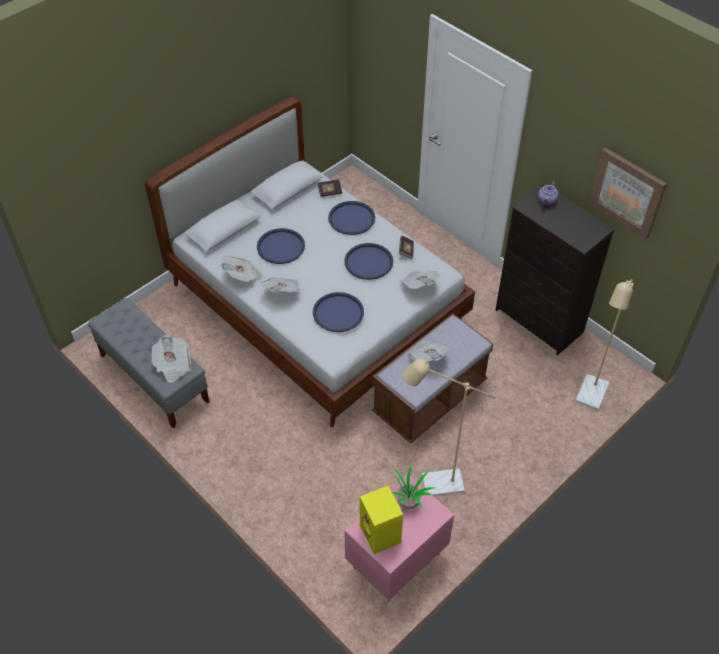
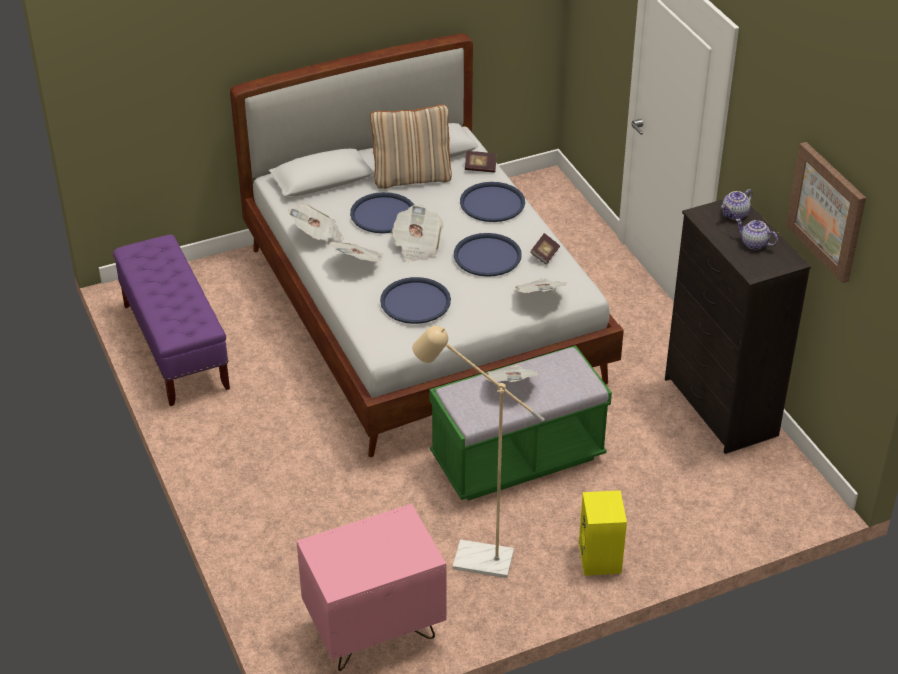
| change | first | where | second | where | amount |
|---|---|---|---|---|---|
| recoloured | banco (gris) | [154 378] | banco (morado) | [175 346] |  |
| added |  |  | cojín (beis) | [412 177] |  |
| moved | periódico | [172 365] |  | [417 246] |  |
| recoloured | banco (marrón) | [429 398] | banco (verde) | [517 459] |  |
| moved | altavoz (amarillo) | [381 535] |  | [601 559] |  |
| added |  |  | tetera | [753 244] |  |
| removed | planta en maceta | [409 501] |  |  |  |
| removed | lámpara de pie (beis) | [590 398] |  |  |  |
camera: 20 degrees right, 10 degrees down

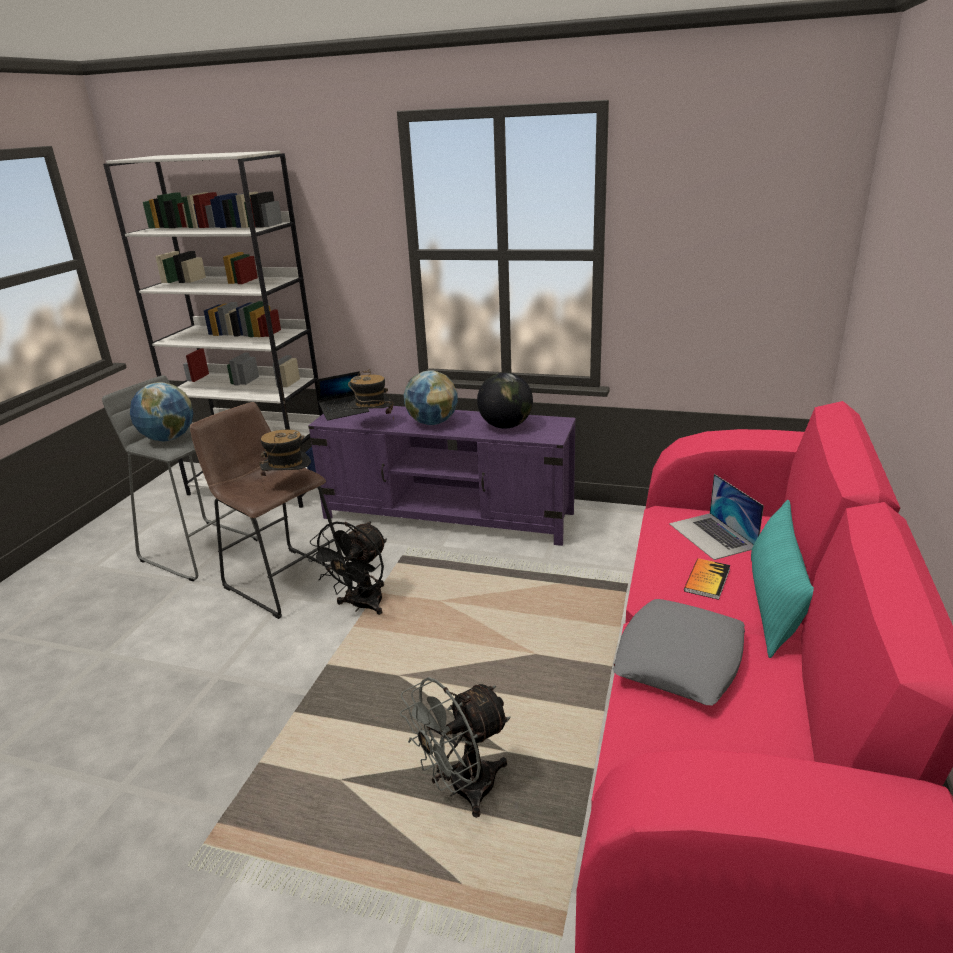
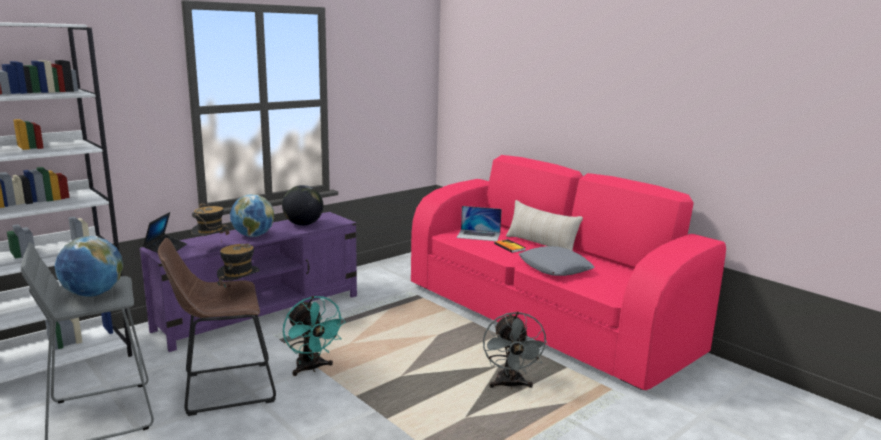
| change | first | where | second | where | amount |
|---|---|---|---|---|---|
| recoloured | ventilador (negro) | [361 606] | ventilador (turquesa) | [311 368] |  |
| recoloured | cojín (turquesa) | [773 605] | cojín (beis) | [541 244] |  |
camera: 60 degrees left, 10 degrees down

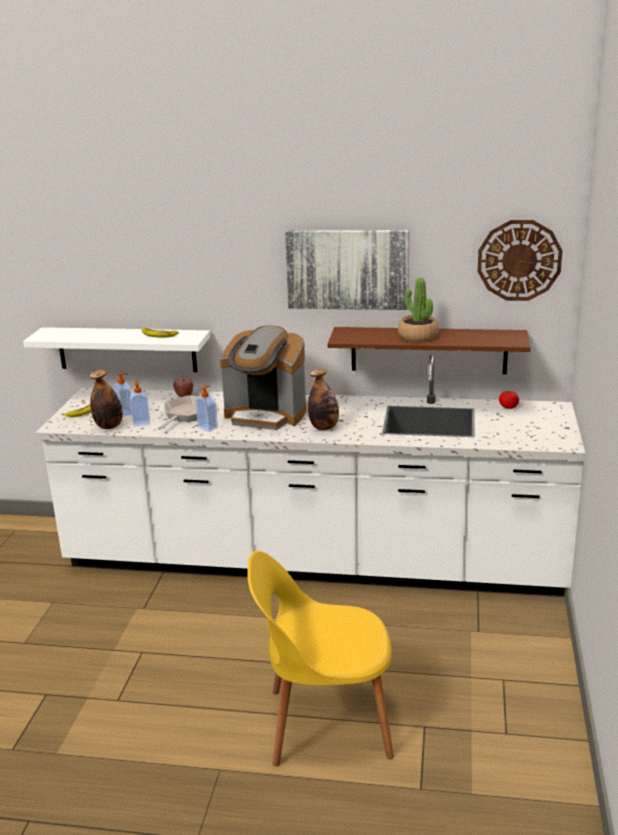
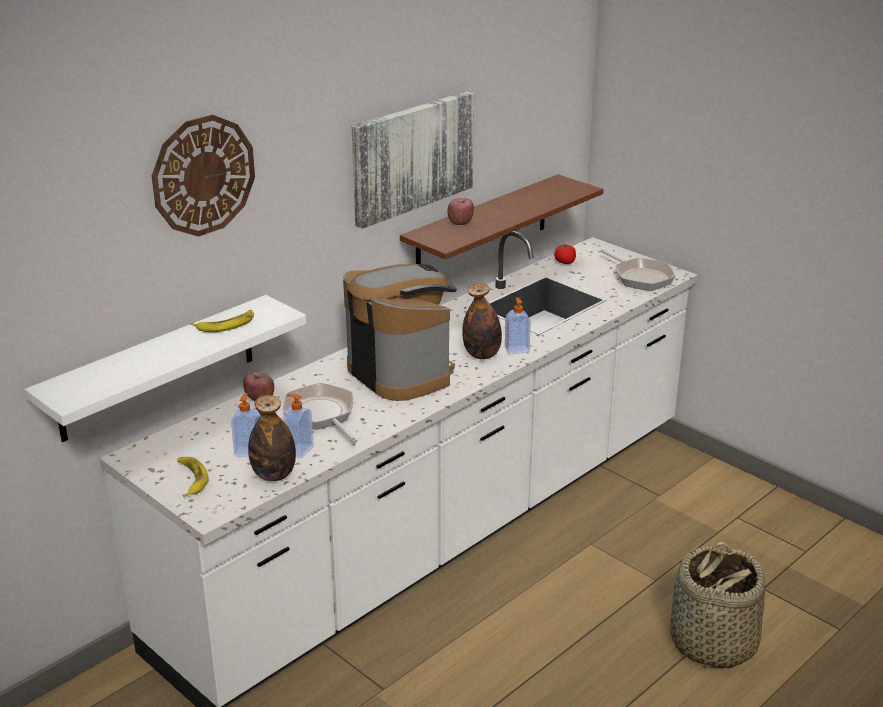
| change | first | where | second | where | amount |
|---|---|---|---|---|---|
| moved | reloj de pared | [519 260] |  | [203 175] |  |
| turned | cafetera | [266 415] |  | [401 372] | 90 degrees counterclockwise |
| added |  |  | manzana | [460 222] |  |
| moved | dispensador de jabón | [208 427] |  | [516 349] |  |
| added |  |  | sartén | [640 277] |  |
| replaced | silla (amarillo) | [325 723] | cesta | [711 643] |  |
| removed | planta en maceta | [418 336] |  |  |  |
camera: 55 degrees left, 5 degrees up

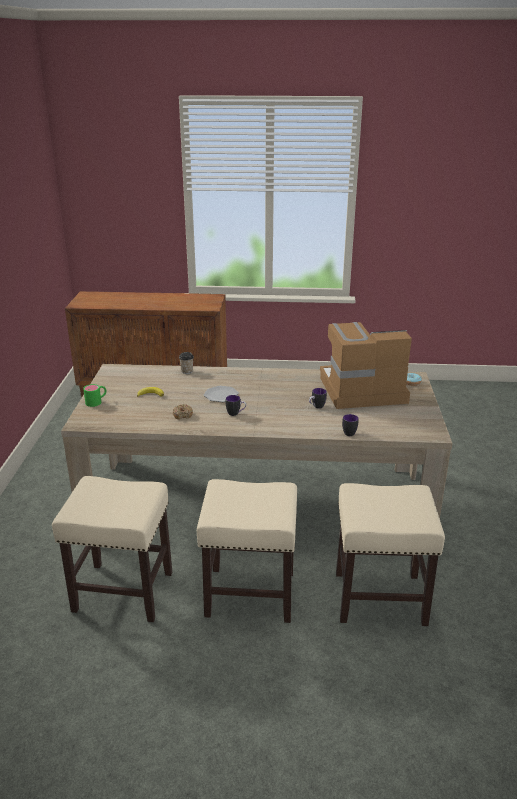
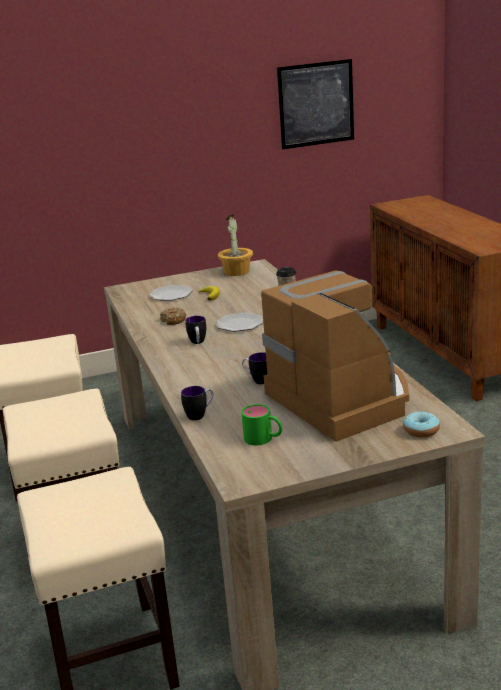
| change | first | where | second | where | amount |
|---|---|---|---|---|---|
| added |  |  | plato | [171 295] |  |
| added |  |  | planta en maceta | [237 272] |  |
| moved | taza grande (verde) | [96 401] |  | [264 439] |  |
| added |  |  | cuadro | [316 104] |  |
camera: 70 degrees right, 5 degrees down

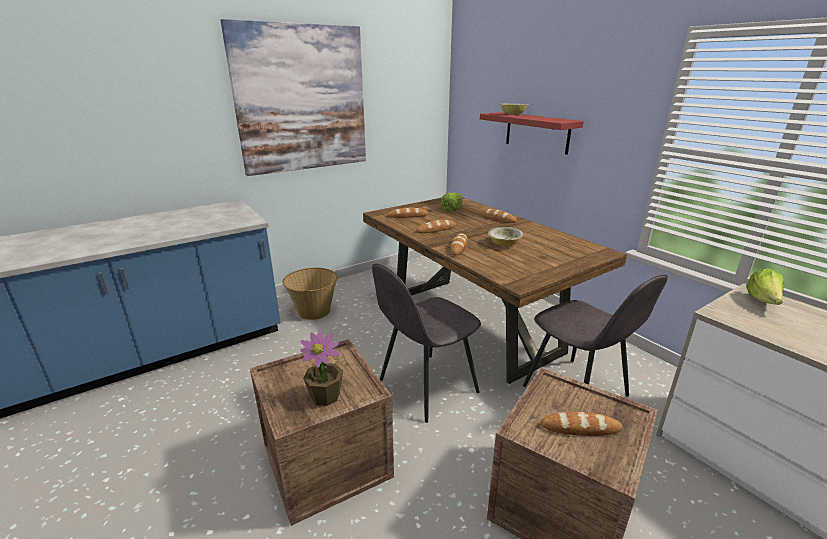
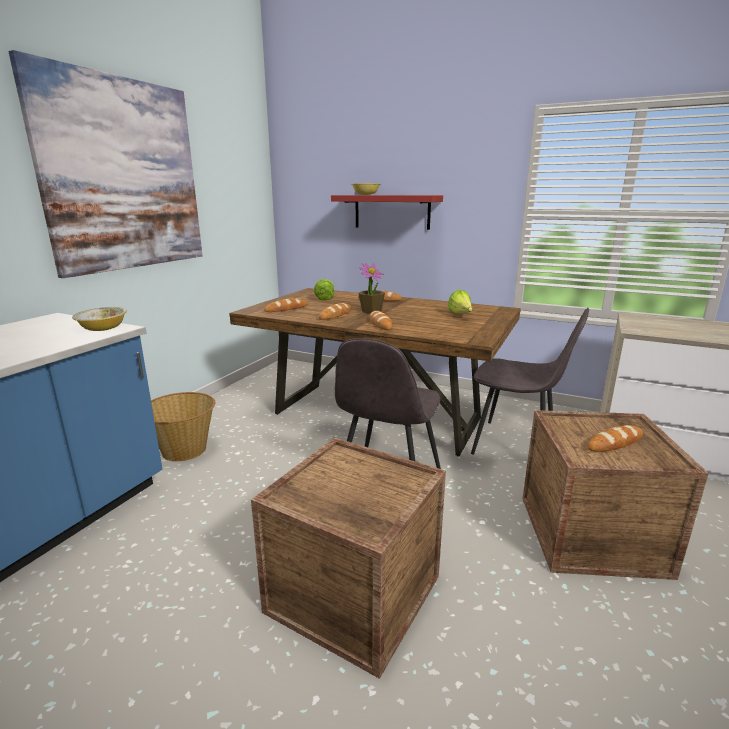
| change | first | where | second | where | amount |
|---|---|---|---|---|---|
| moved | cuenco | [504 244] |  | [103 329] |  |
| moved | planta en maceta | [326 396] |  | [371 311] |  |
| moved | lechuga | [763 301] |  | [461 315] |  |
camera: 30 degrees left, 5 degrees down

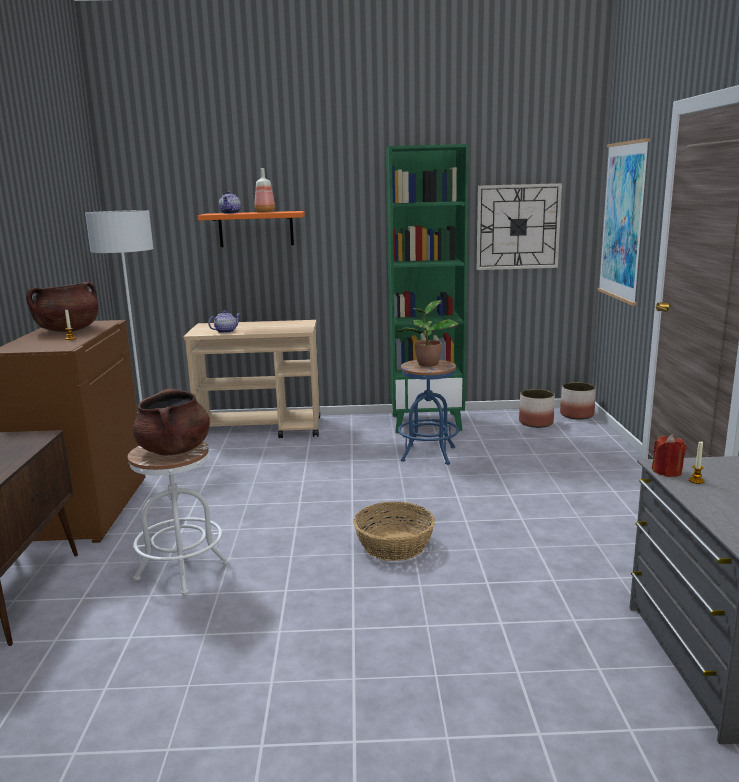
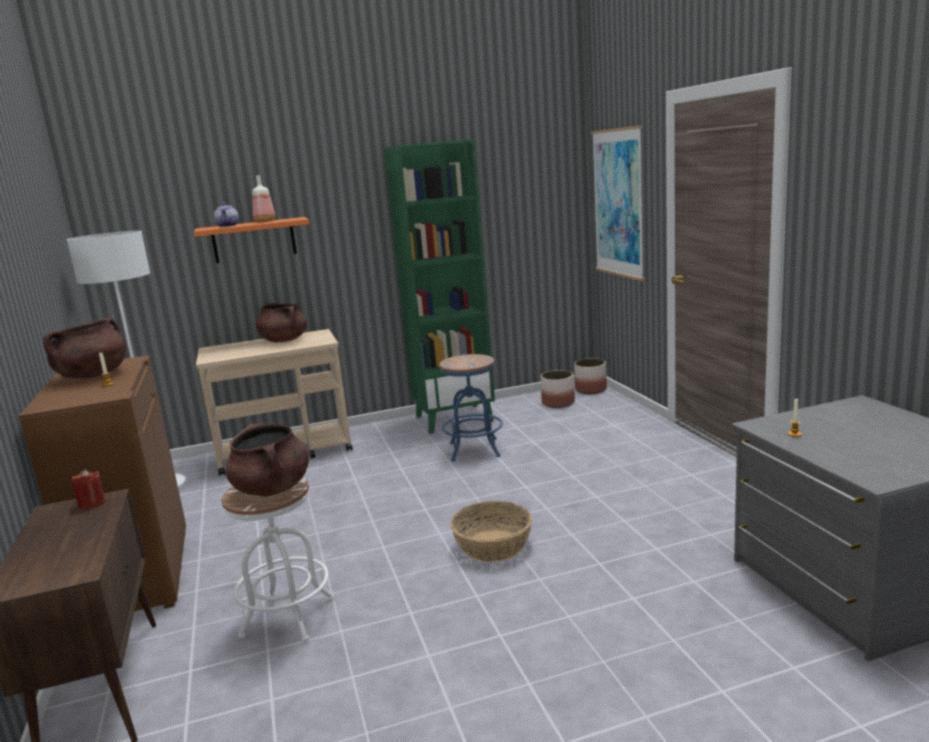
| change | first | where | second | where | amount |
|---|---|---|---|---|---|
| moved | vela (rojo) | [667 472] |  | [92 503] |  |
| added |  |  | olla (marrón) | [283 340] |  |
| removed | tetera | [226 331] |  |  |  |
| removed | planta en maceta | [427 364] |  |  |  |
| removed | reloj de pared | [518 227] |  |  |  |
camera: 15 degrees left, 0 degrees up

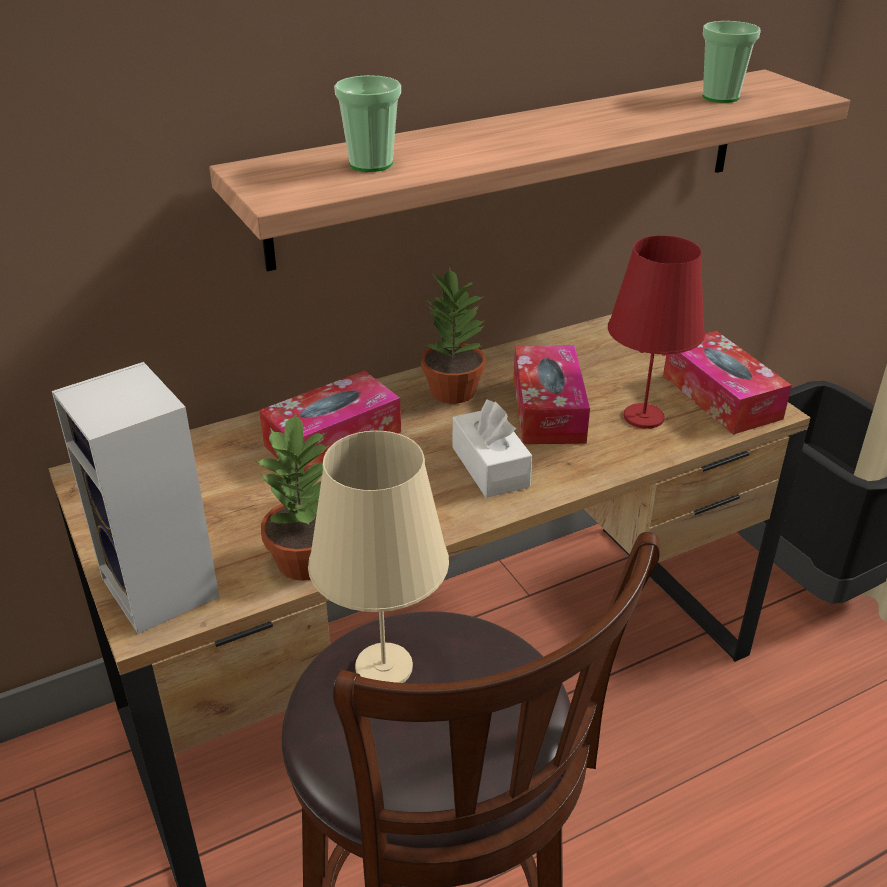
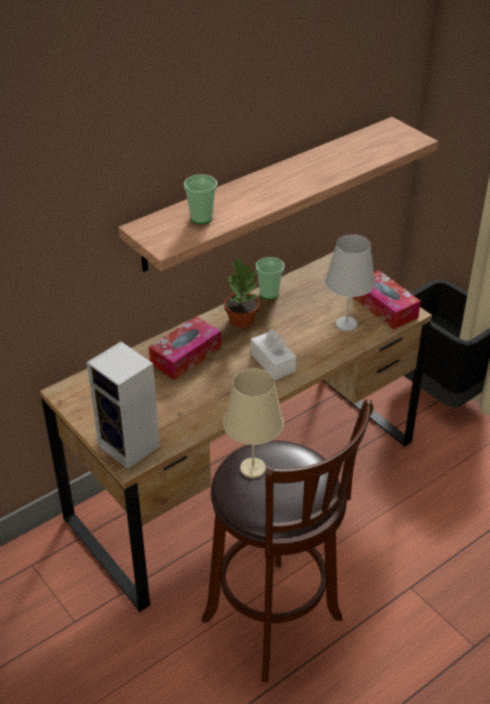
| change | first | where | second | where | amount |
|---|---|---|---|---|---|
| moved | taza | [720 97] |  | [269 293] |  |
| recoloured | lámpara de mesa (rojo) | [644 417] | lámpara de mesa (blanco) | [346 324] |  |
| removed | planta en maceta | [307 560] |  |  |  |
| removed | caja de pañuelos | [548 409] |  |  |  |
camera: 10 degrees left, 5 degrees up

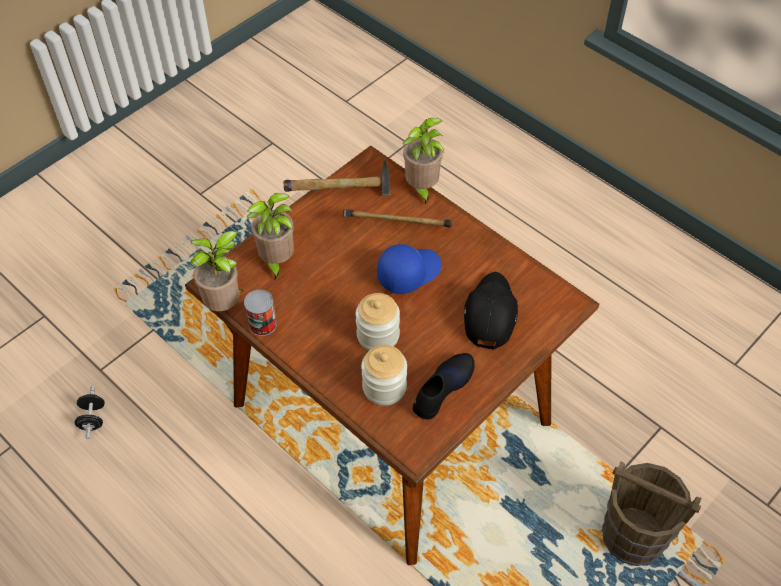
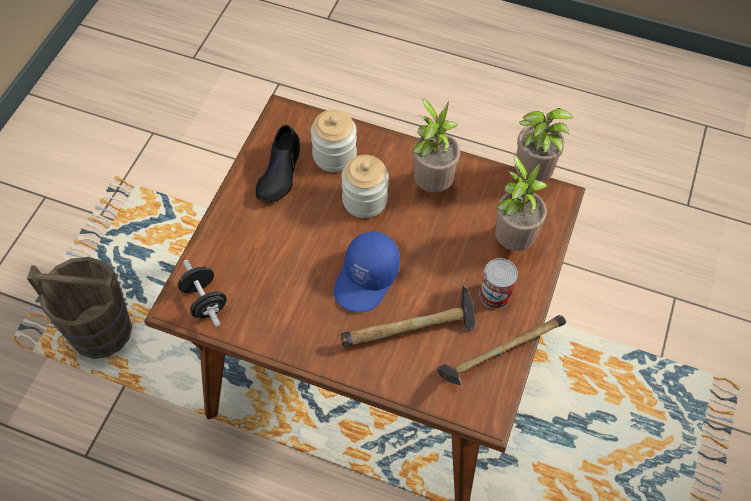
| change | first | where | second | where | amount |
|---|---|---|---|---|---|
| moved | mancuerna (negro) | [93 419] |  | [205 301] |  |
| moved | planta en maceta | [421 188] |  | [431 184] |  |
| moved | lata | [262 324] |  | [495 294] |  |
| removed | gorra (negro) | [489 314] |  |  |  |
camera: 155 degrees right, 5 degrees up

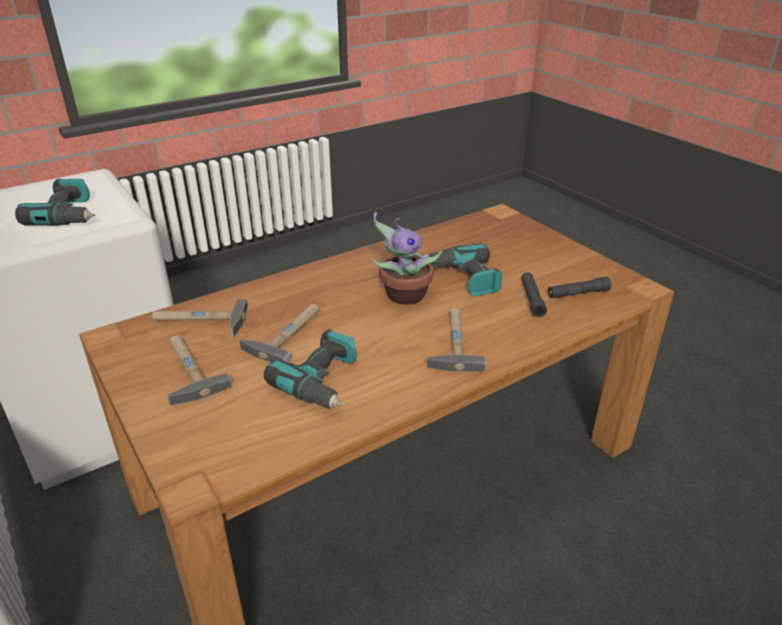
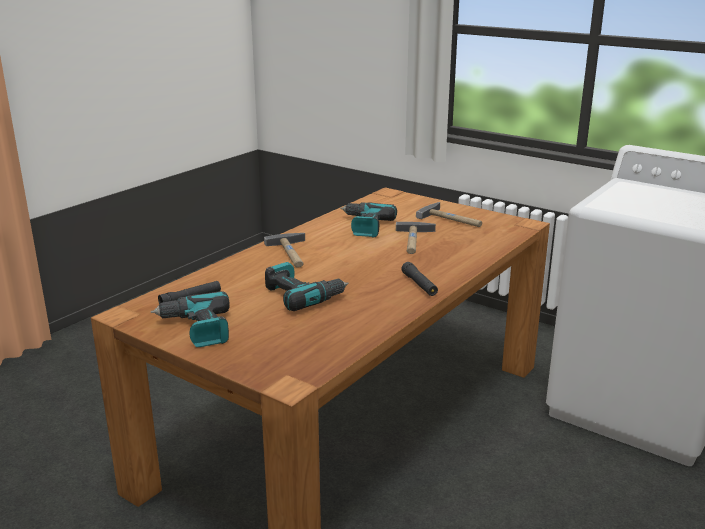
| change | first | where | second | where | amount |
|---|---|---|---|---|---|
| moved | taladro | [69 215] |  | [197 329] |  |
| moved | linterna (negro) | [532 299] |  | [419 285] |  |
| removed | martillo | [198 321] |  |  |  |
| removed | planta en maceta | [403 296] |  |  |  |
camera: 160 degrees right, 10 degrees down

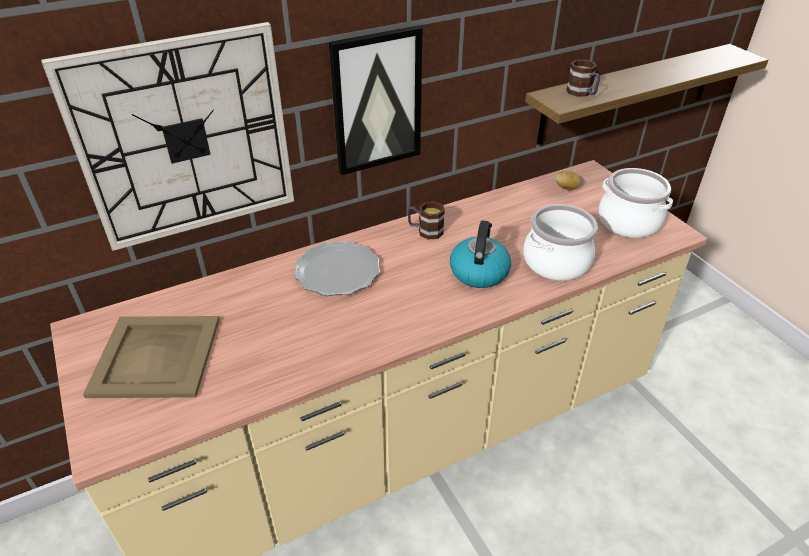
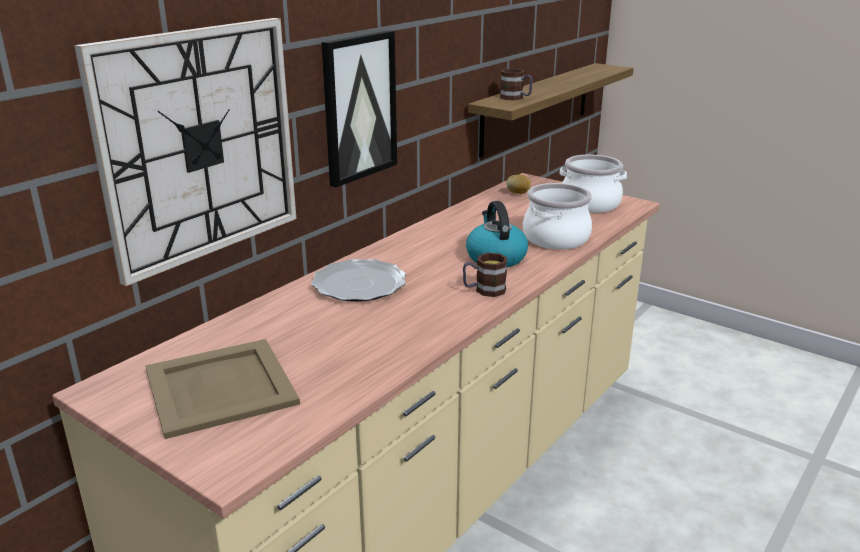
| change | first | where | second | where | amount |
|---|---|---|---|---|---|
| moved | taza grande | [425 231] |  | [484 290] |  |
camera: 25 degrees left, 15 degrees down

